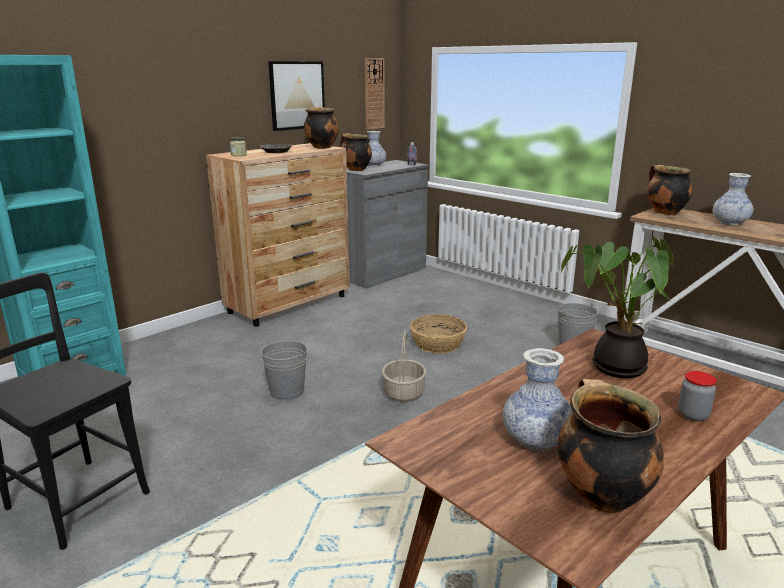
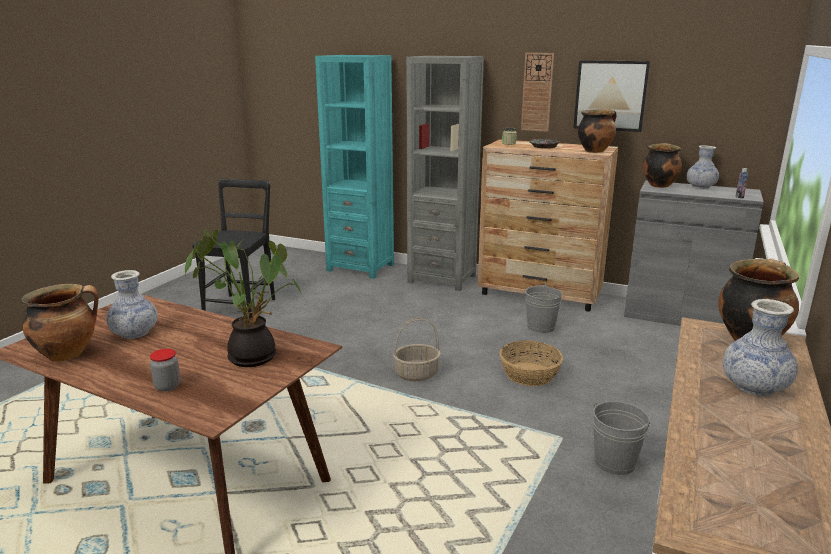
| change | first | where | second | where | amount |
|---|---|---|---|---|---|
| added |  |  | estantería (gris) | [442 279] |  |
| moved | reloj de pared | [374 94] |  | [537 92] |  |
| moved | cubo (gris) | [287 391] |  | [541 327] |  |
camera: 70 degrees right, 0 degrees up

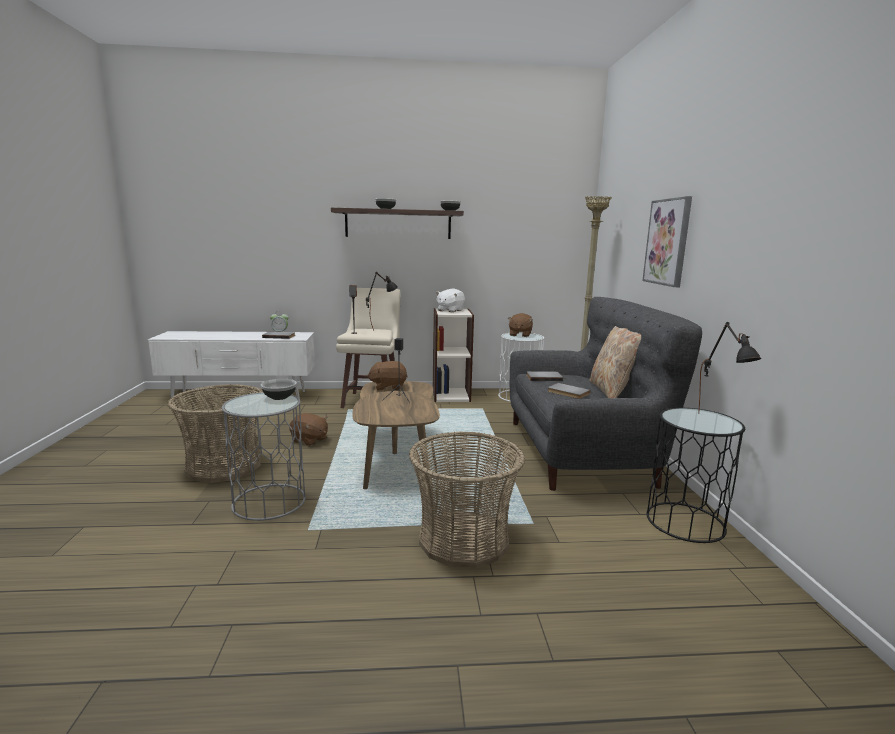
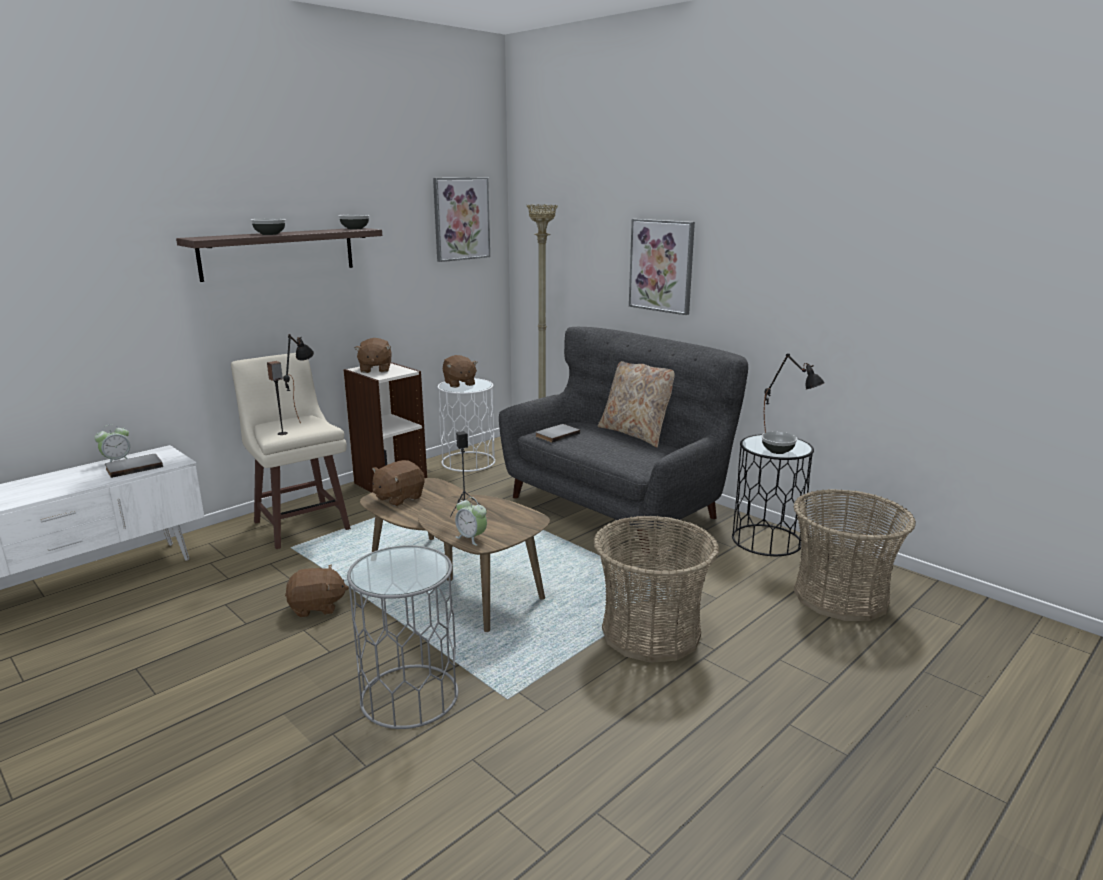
| change | first | where | second | where | amount |
|---|---|---|---|---|---|
| recoloured | peluche (blanco) | [450 310] | peluche (marrón) | [375 369] |  |
| added |  |  | cuadro | [461 219] |  |
| added |  |  | despertador | [471 538] |  |
| moved | cuenco | [279 397] |  | [778 451] |  |
| moved | cesta | [224 466] |  | [840 596] |  |
| removed | libro (gris) | [567 393] |  |  |  |
camera: 40 degrees left, 5 degrees up

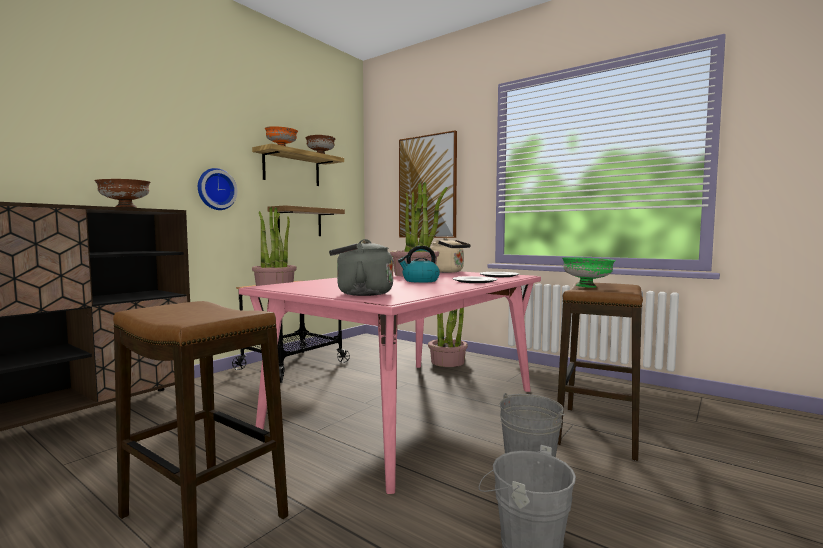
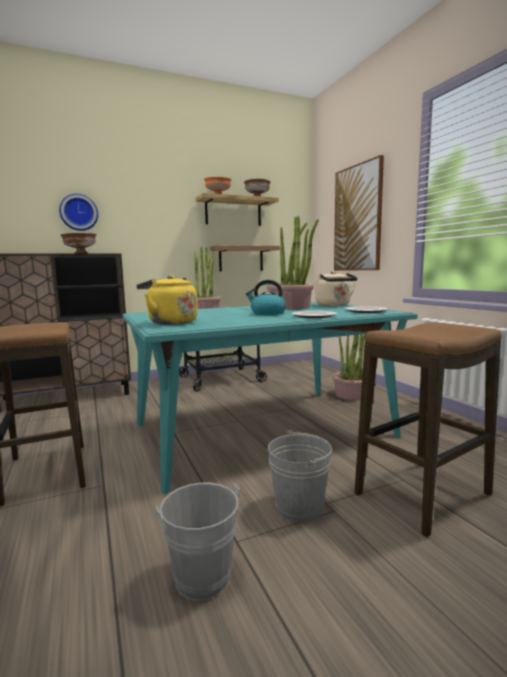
| change | first | where | second | where | amount |
|---|---|---|---|---|---|
| moved | reloj de pared | [216 189] |  | [79 212] |  |
| recoloured | mesa de comedor (rosa) | [408 410] | mesa de comedor (turquesa) | [261 430] |  |
| recoloured | hervidor (gris) | [361 293] | hervidor (amarillo) | [170 322] |  |
| removed | cuenco (verde) | [586 286] |  |  |  |
camera: 30 degrees right, 5 degrees up

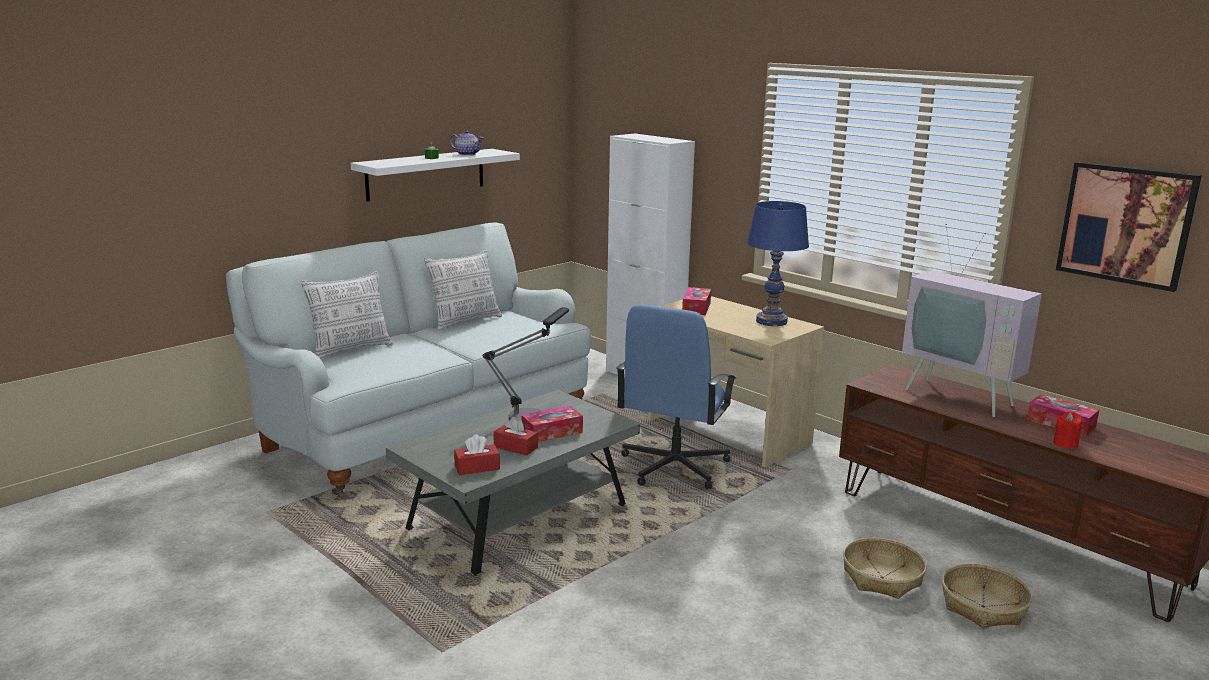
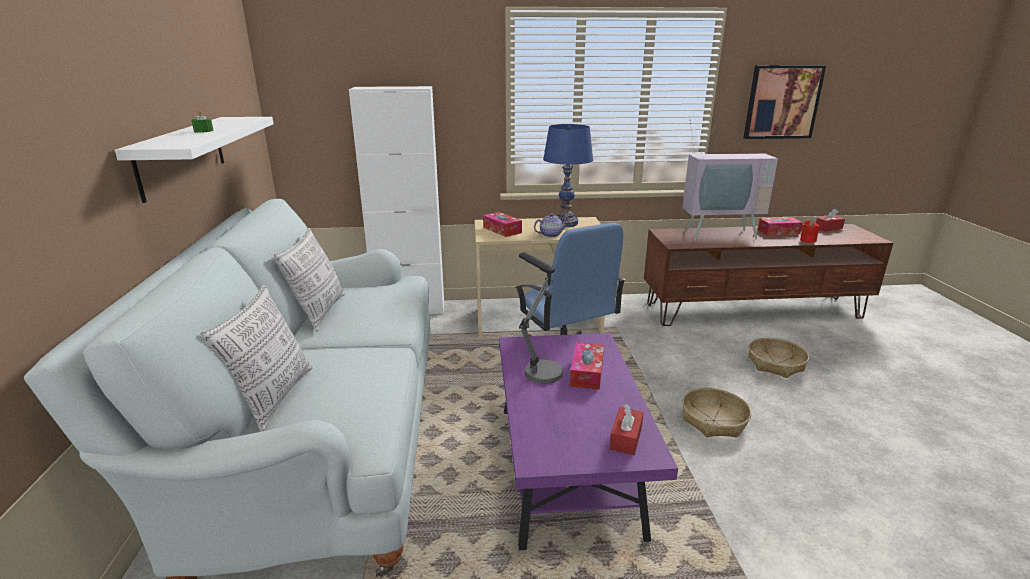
| change | first | where | second | where | amount |
|---|---|---|---|---|---|
| recoloured | mesa de centro (gris) | [518 519] | mesa de centro (morado) | [567 469] |  |
| moved | tetera | [467 154] |  | [550 235] |  |
| moved | cesta | [983 606] |  | [713 420] |  |
| moved | caja de pañuelos (rojo) | [515 447] |  | [828 228] |  |
camera: 50 degrees left, 5 degrees up

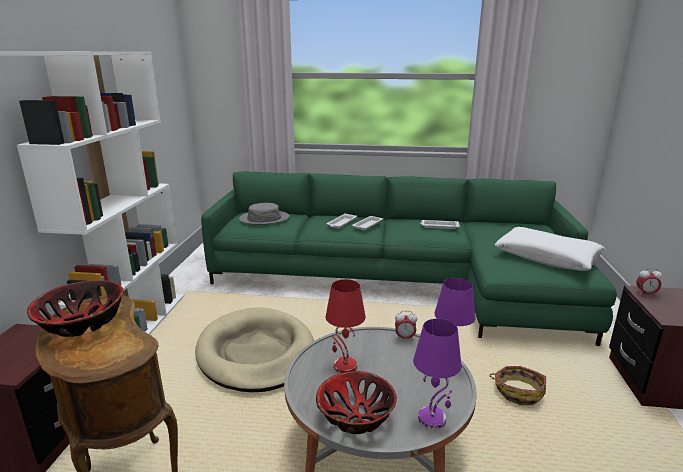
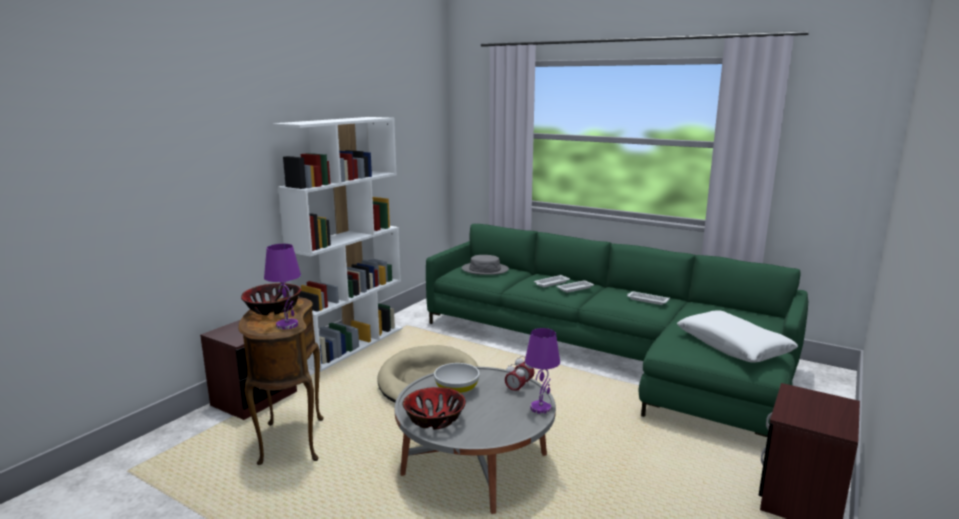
| change | first | where | second | where | amount |
|---|---|---|---|---|---|
| moved | lámpara de mesa (morado) | [433 418] |  | [288 325] |  |
| replaced | lámpara de mesa (rojo) | [344 366] | cuenco (blanco) | [456 390] |  |
| moved | despertador | [645 294] |  | [514 390] |  |
| removed | cesta | [518 391] |  |  |  |
camera: 25 degrees right, 5 degrees down

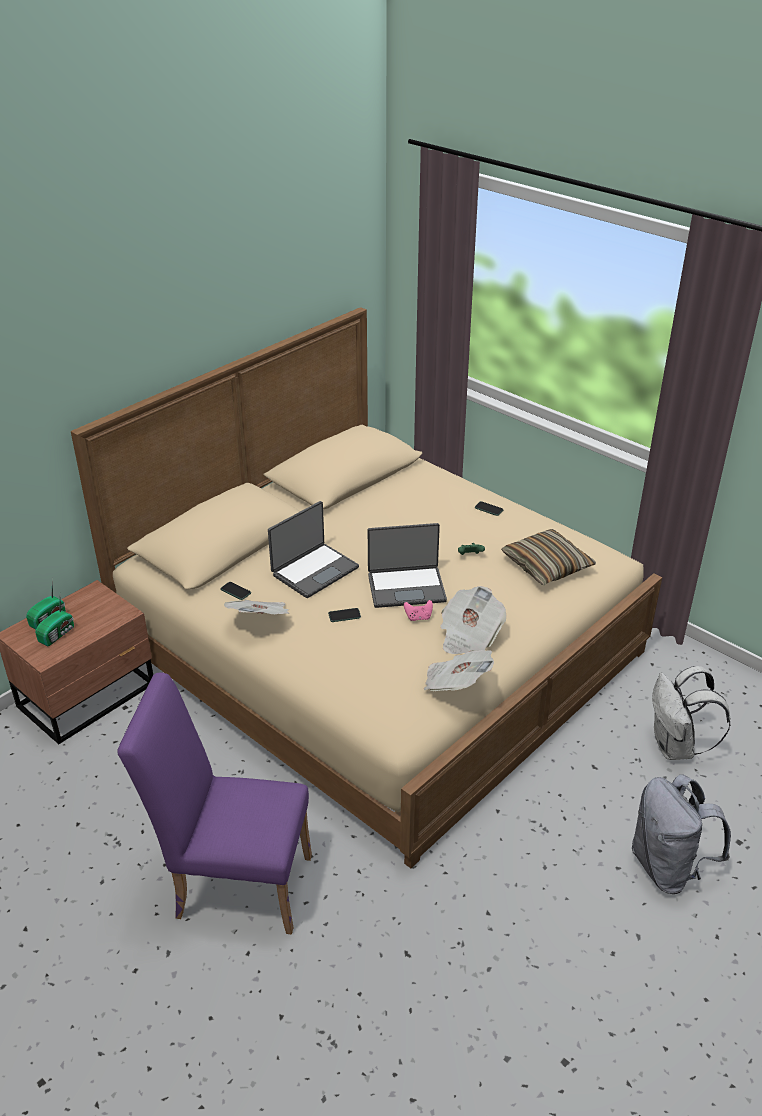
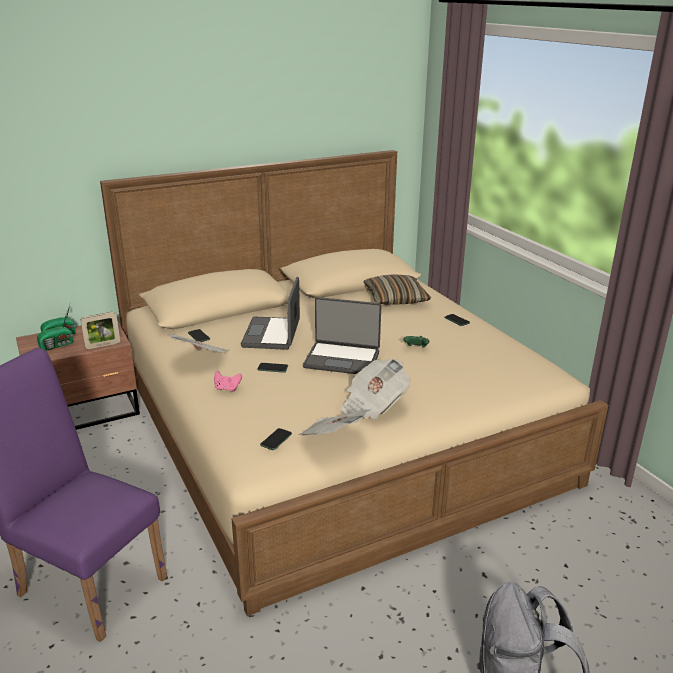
| change | first | where | second | where | amount |
|---|---|---|---|---|---|
| added |  |  | portarretratos | [103 345] |  |
| moved | mando de consola (rosa) | [418 617] |  | [227 389] |  |
| turned | portátil | [314 571] |  | [272 334] | 120 degrees clockwise |
| added |  |  | móvil | [276 440] |  |
| moved | cojín | [546 566] |  | [395 298] |  |
| removed | mochila (blanco) | [676 747] |  |  |  |
camera: 20 degrees right, 10 degrees down

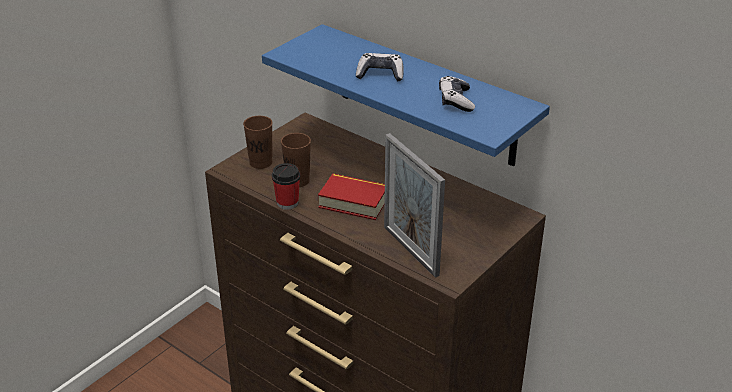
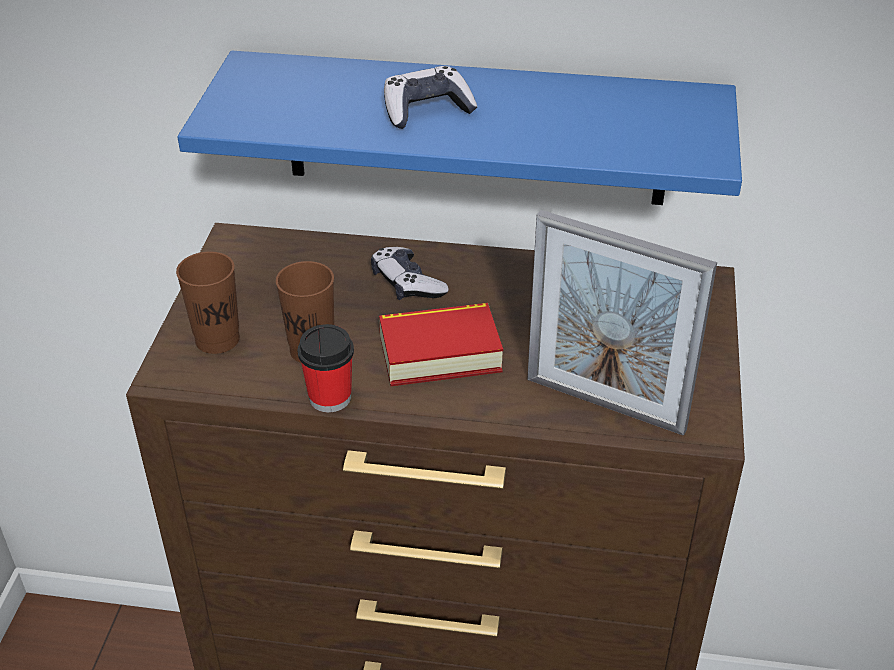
| change | first | where | second | where | amount |
|---|---|---|---|---|---|
| moved | mando de consola | [455 101] |  | [407 284] |  |
camera: 30 degrees left, 5 degrees up

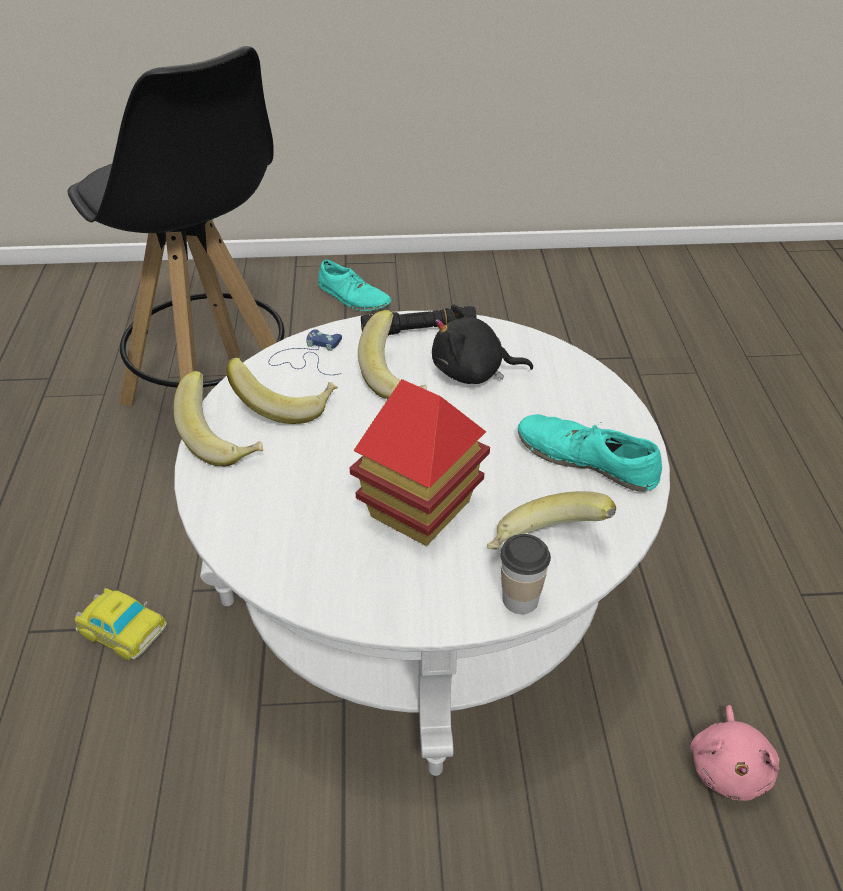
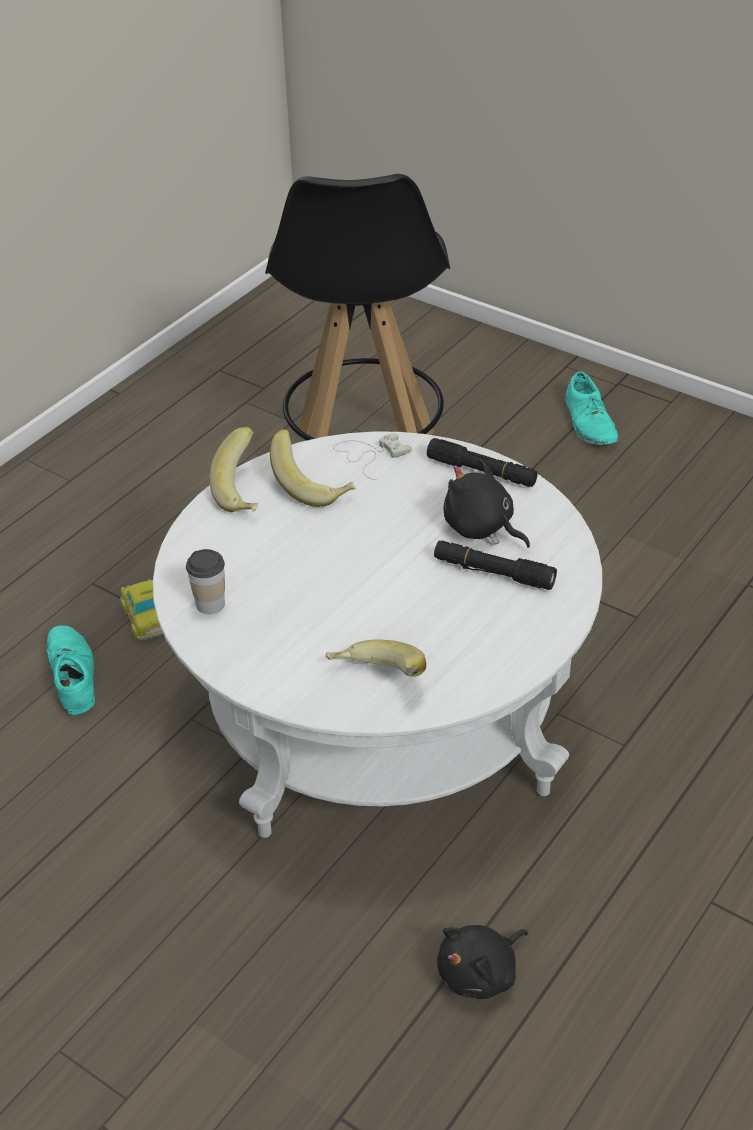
| change | first | where | second | where | amount |
|---|---|---|---|---|---|
| moved | zapato (turquesa) | [586 459] |  | [72 675] |  |
| moved | taza | [520 599] |  | [210 604] |  |
| recoloured | mando de consola (azul) | [308 357] | mando de consola (blanco) | [370 455] |  |
| added |  |  | linterna (negro) | [493 573] |  |
| recoloured | peluche (rosa) | [729 768] | peluche (negro) | [481 973] |  |
| removed | casita | [420 509] |  |  |  |
| removed | plátano | [397 378] |  |  |  |
camera: 40 degrees right, 0 degrees up

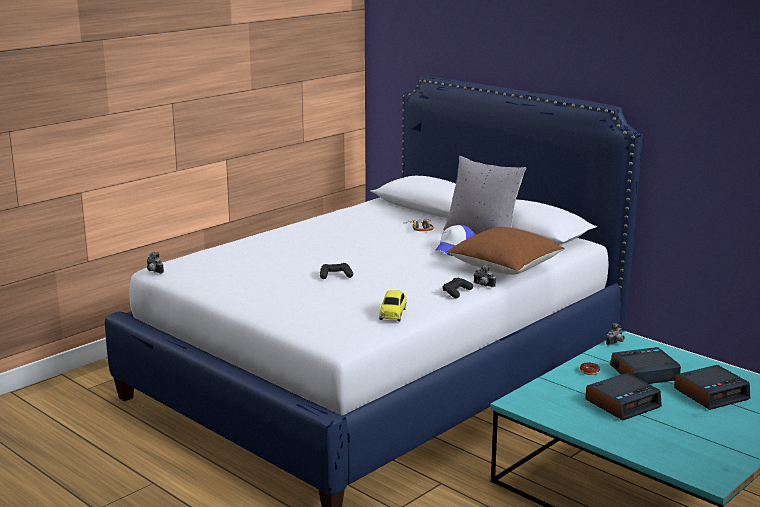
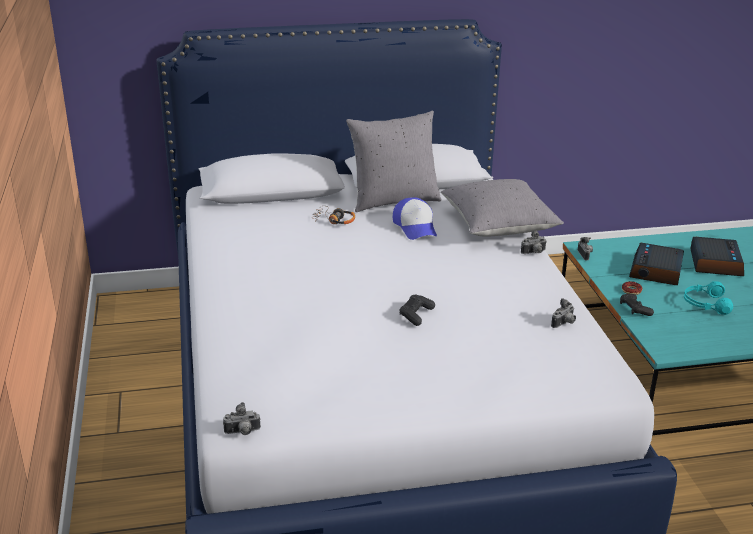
| change | first | where | second | where | amount |
|---|---|---|---|---|---|
| recoloured | cojín (marrón) | [505 268] | cojín (gris) | [498 226] |  |
| replaced | coche de juguete | [393 314] | cámara | [564 324] |  |
| moved | mando de consola (negro) | [456 292] |  | [634 309] |  |
| replaced | despertador | [622 403] | auriculares (turquesa) | [705 304] |  |
camera: 55 degrees left, 10 degrees up

